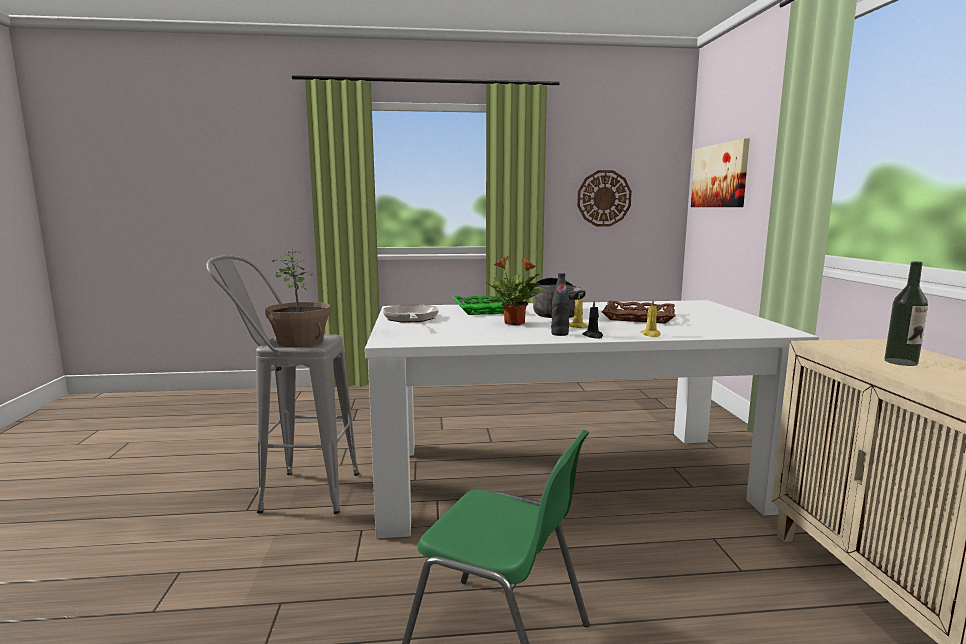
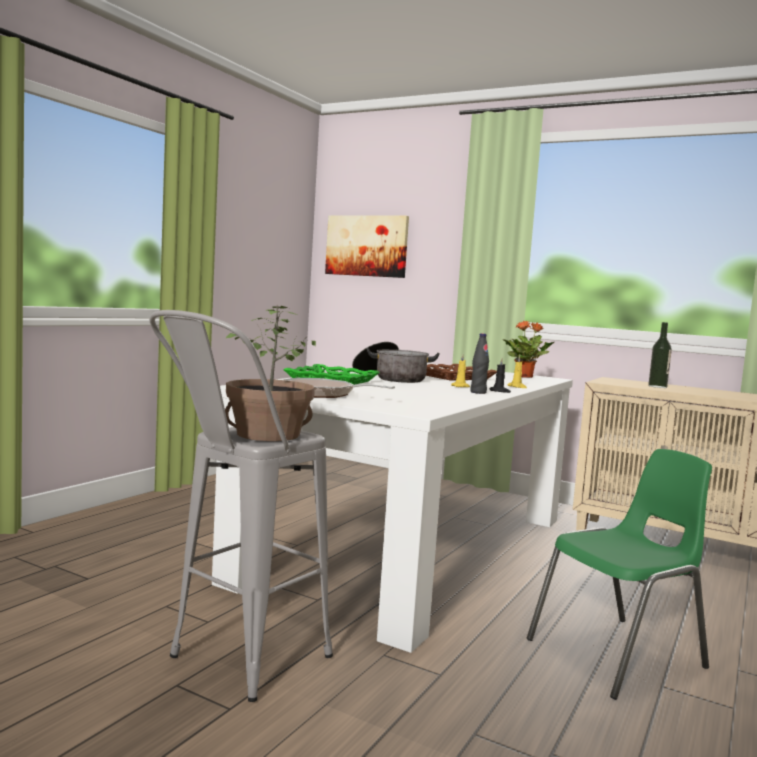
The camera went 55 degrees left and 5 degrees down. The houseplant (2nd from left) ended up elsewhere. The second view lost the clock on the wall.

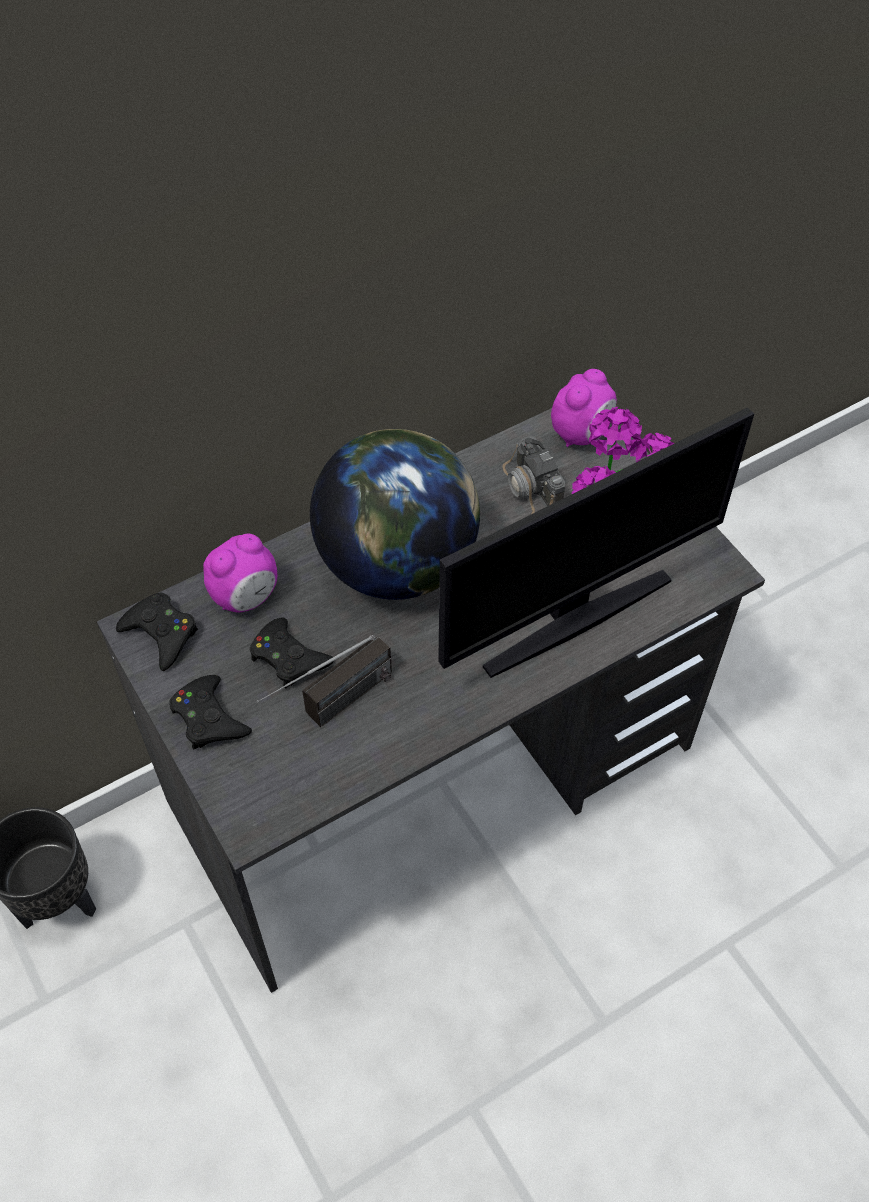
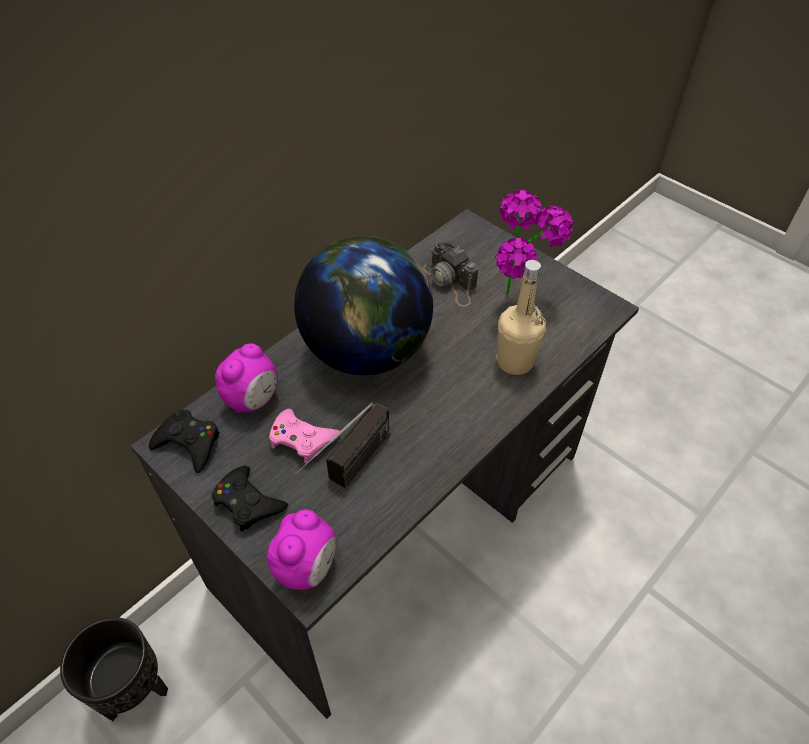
The camera went 15 degrees left and 5 degrees down. The bedside clock (2nd from left) ended up elsewhere. What was the black game controller (3rd from left) turned into the pink-coloured game controller. Where the computer display stood, the sand-coloured drink bottle came to stand.

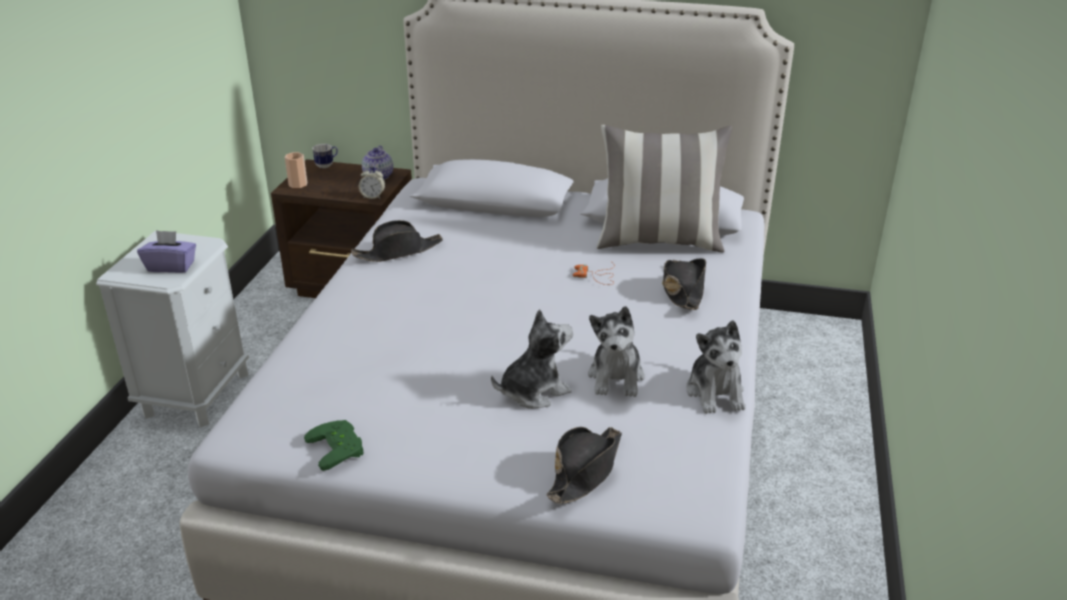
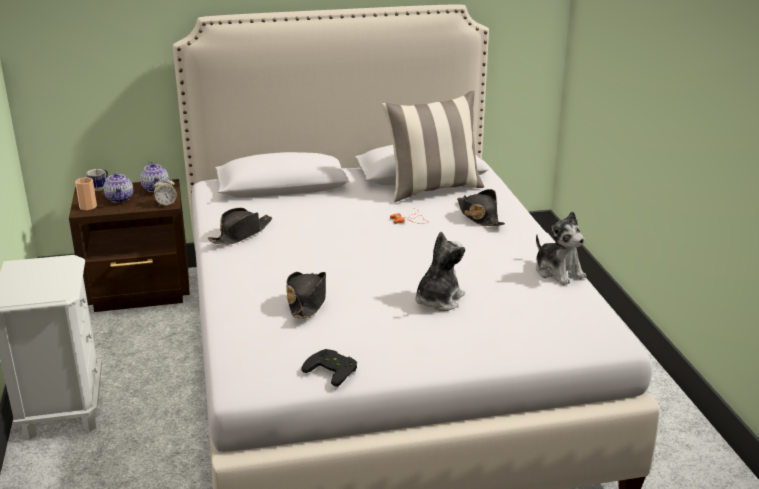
The camera went 25 degrees left and 5 degrees down. The second view gained the tea pot (1st from left). The black wearable hat (2nd from left) ended up elsewhere. What was the greenish game controller turned into the black game controller. The second view lost the purple-coloured tissue box. The second view lost the cuddly toy (2nd from left).

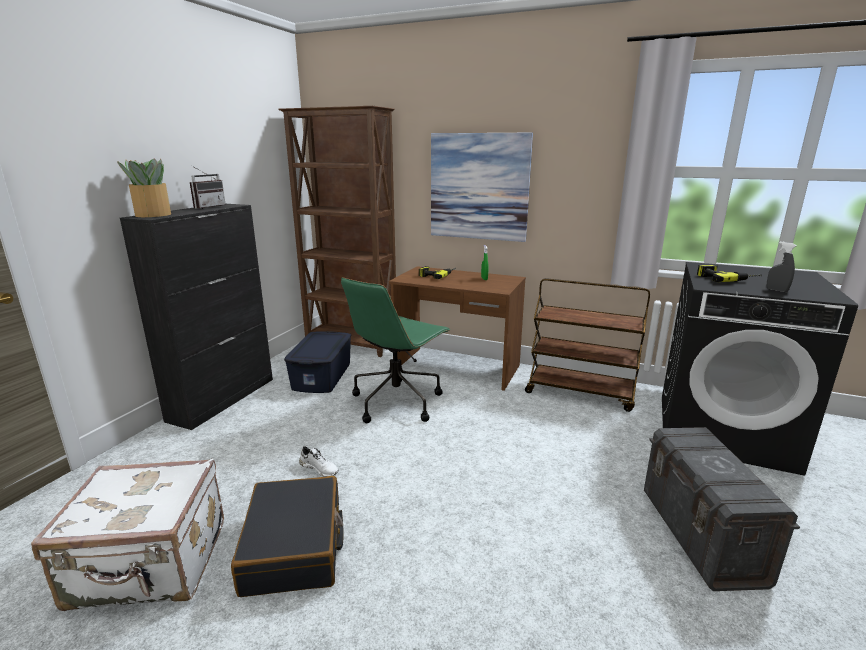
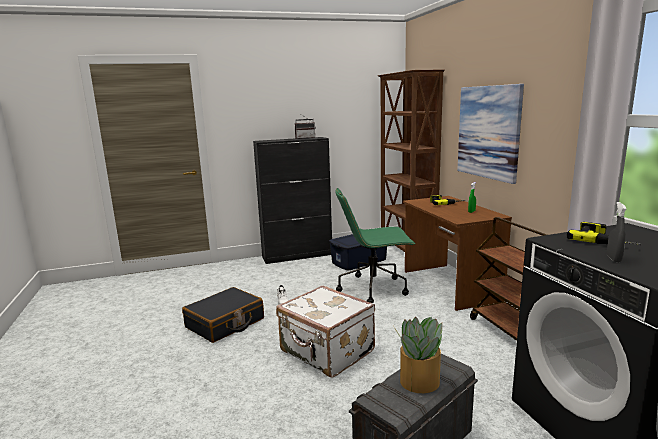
The camera went 50 degrees right and 5 degrees down. The whitish suitcase ended up elsewhere. The houseplant ended up elsewhere.

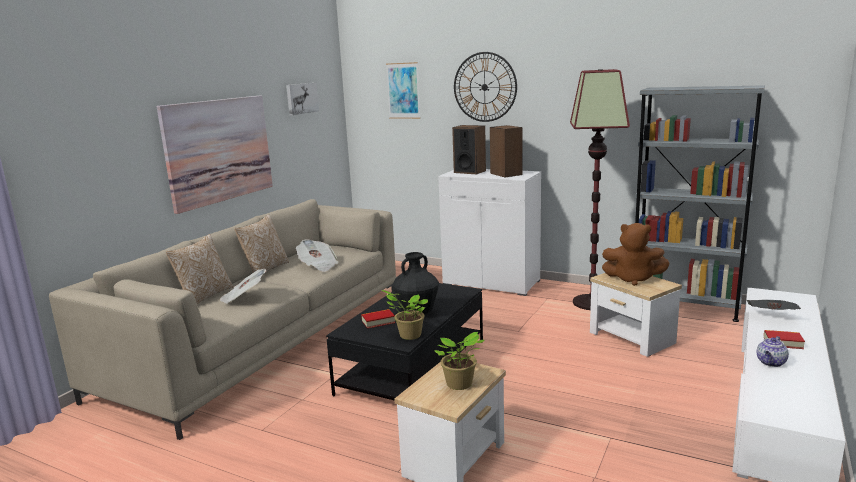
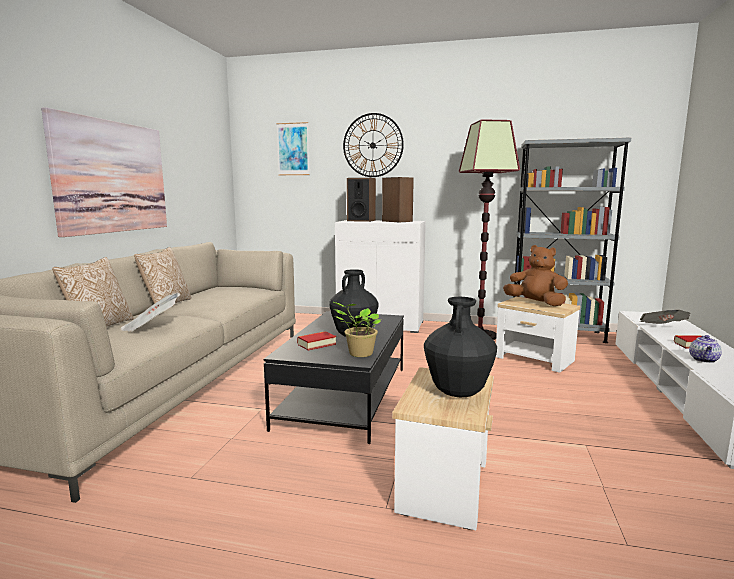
The camera went 15 degrees left and 5 degrees down. Where the houseplant (2nd from left) stood, the black flower vase (2nd from left) came to stand. The brown-coloured cuddly toy ended up facing another way, 150 degrees counterclockwise from before. The second view lost the picture (2nd from left). The second view lost the printed paper (2nd from left).

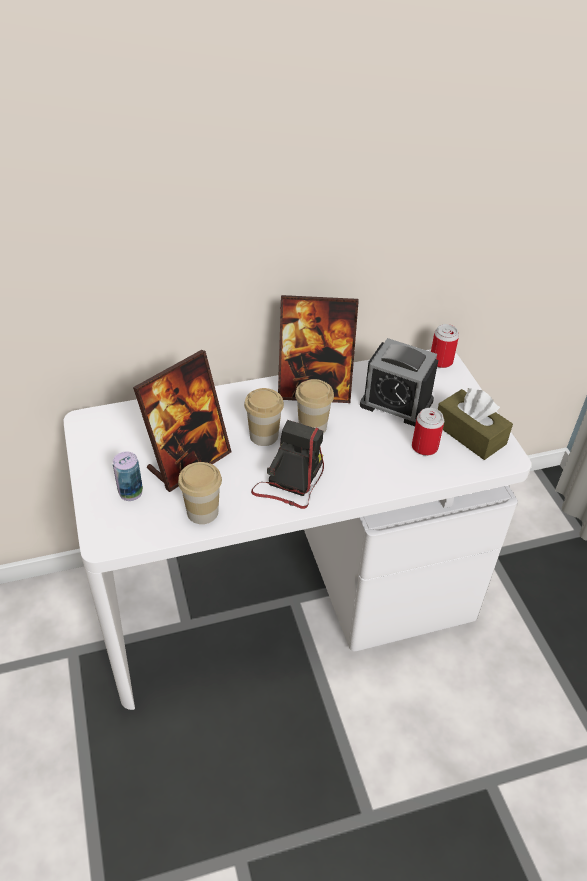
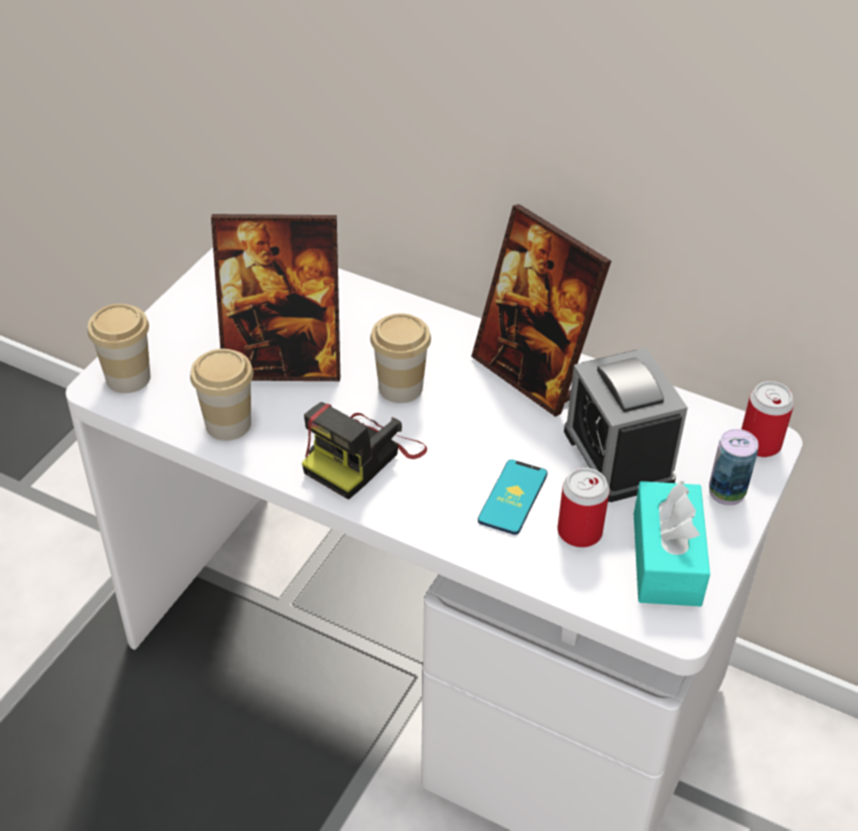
The camera went 45 degrees right and 0 degrees up. The cup (3rd from left in the first image) ended up elsewhere. The still camera ended up facing another way, 150 degrees clockwise from before. The second view gained the telephone. What was the brown-coloured tissue box turned into the turquoise tissue box. The sealed can (1st from left in the first image) ended up elsewhere.

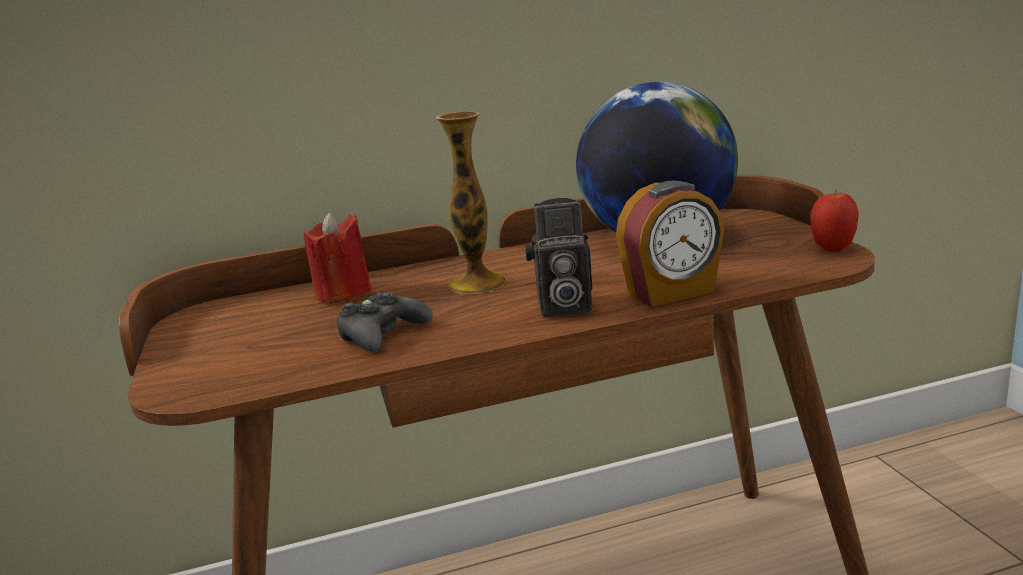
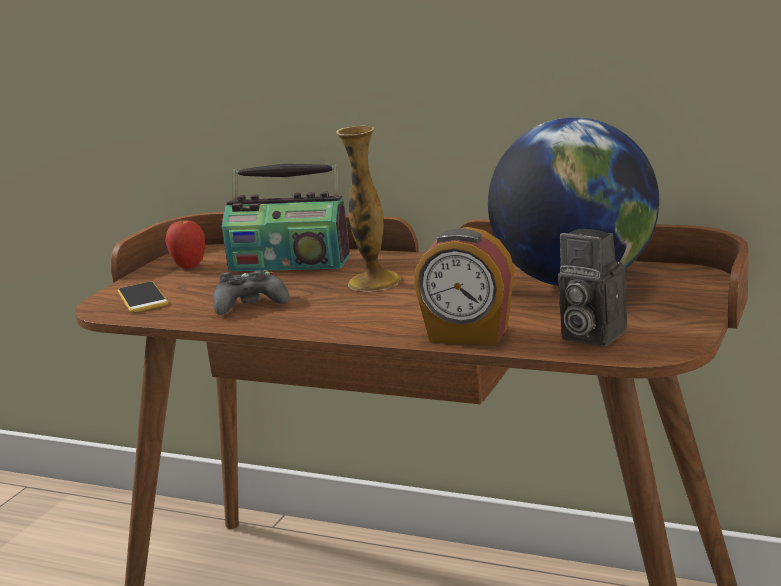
The camera went 40 degrees right and 0 degrees up. The second view gained the telephone. The apple ended up elsewhere. Where the reddish wax candle stood, the radio set came to stand. The still camera ended up elsewhere.

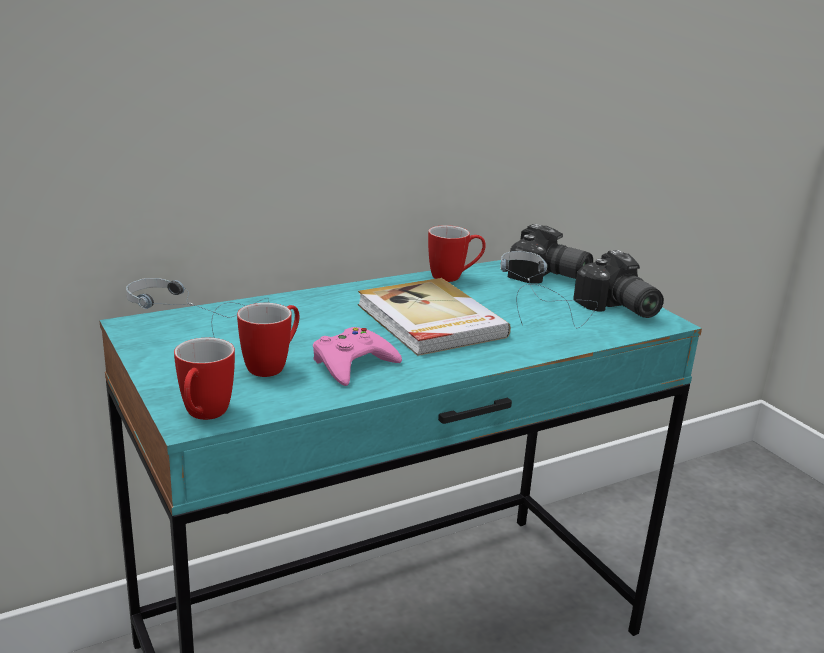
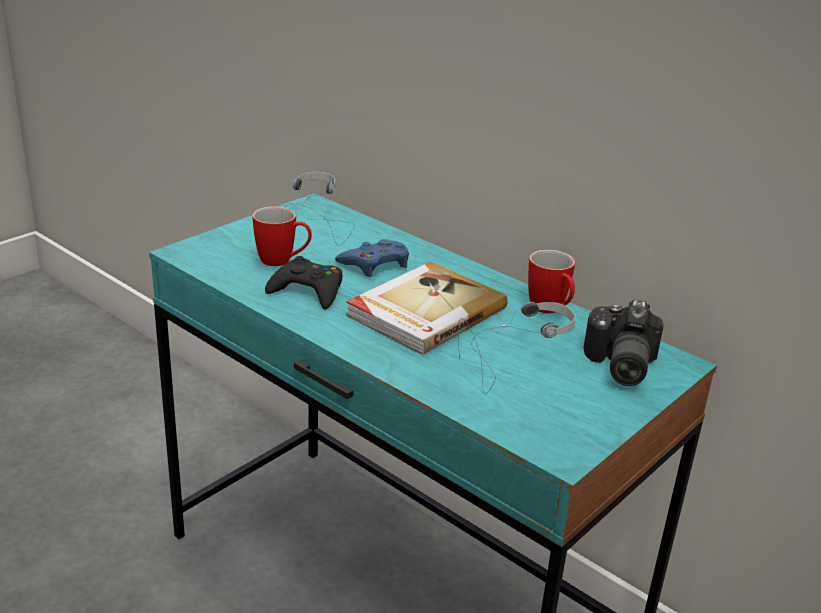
The camera went 70 degrees right and 5 degrees up. What was the pink-coloured game controller turned into the black game controller. The second view gained the blue game controller. The second view lost the mug (1st from left). The second view lost the still camera (2nd from left).

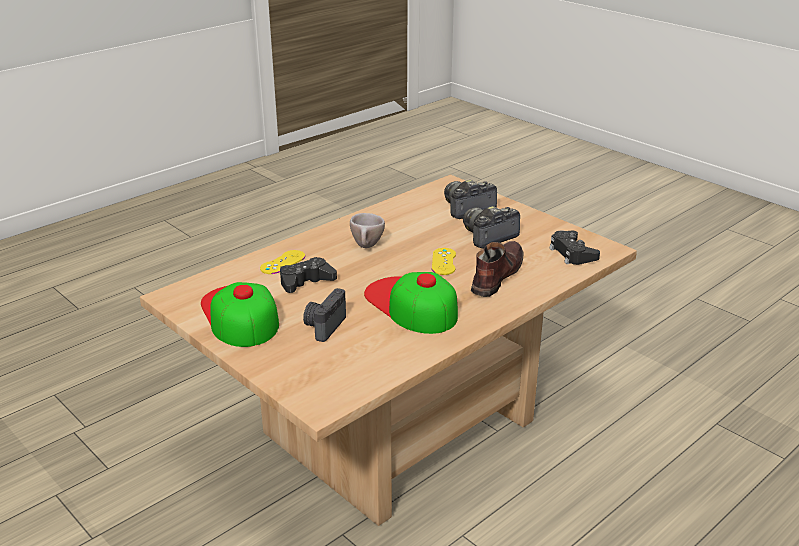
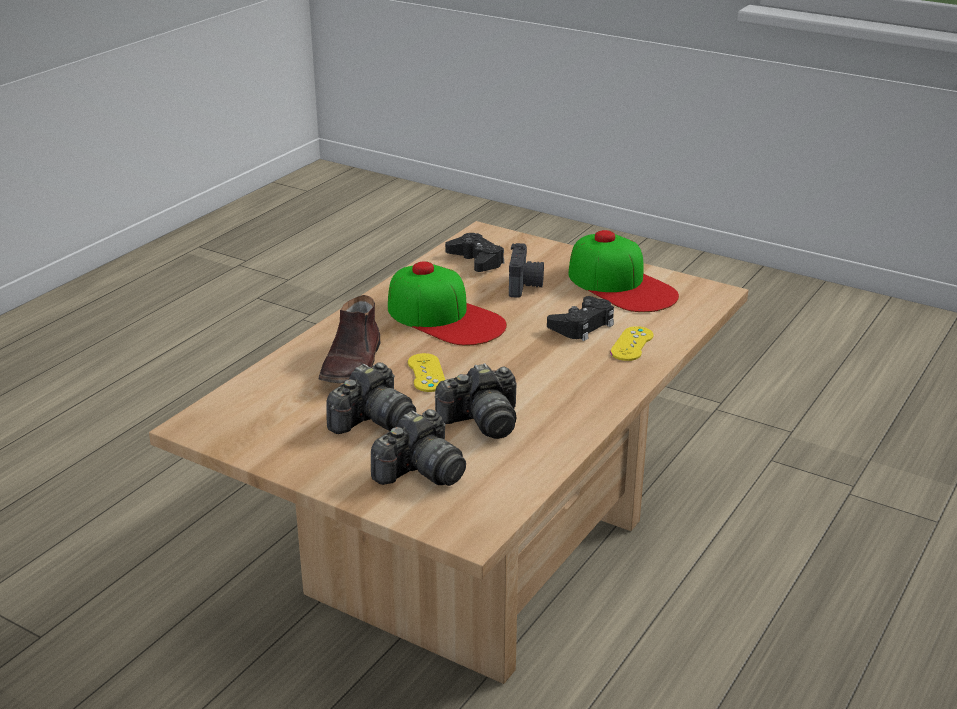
The camera went 165 degrees right and 0 degrees up. The second view gained the still camera (3rd from left). The black game controller (2nd from left in the first image) ended up elsewhere. The second view lost the sand-coloured cup.

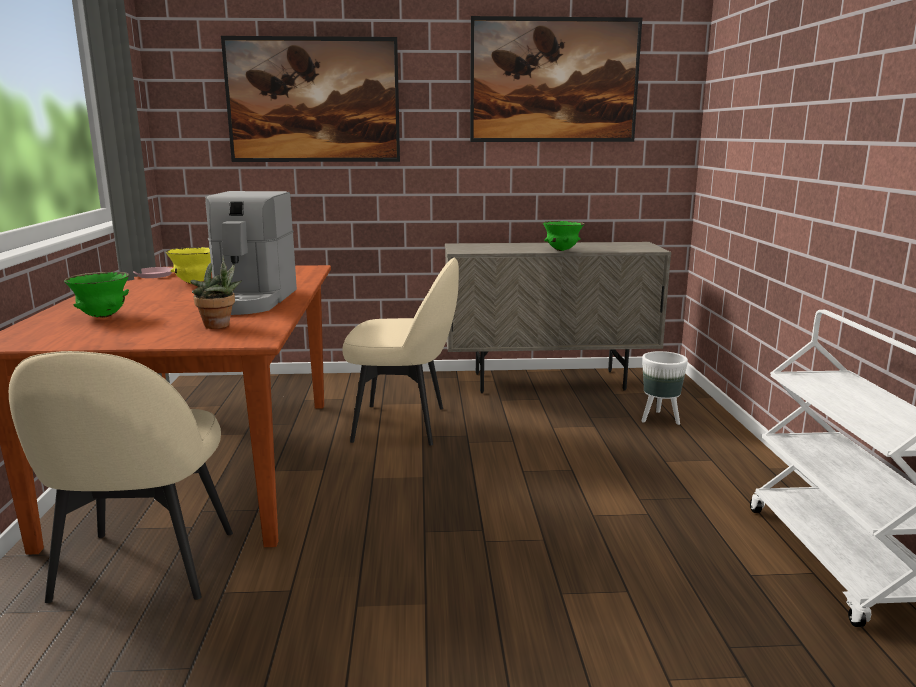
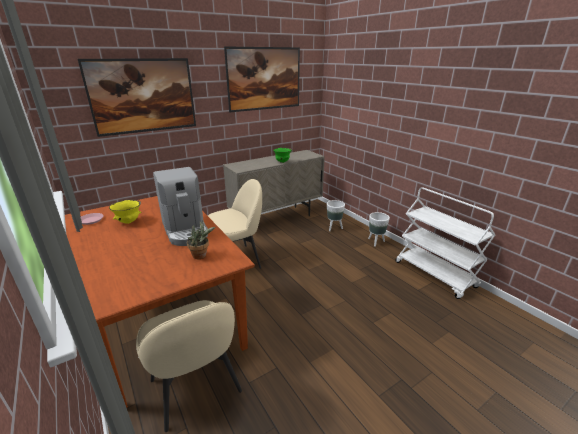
The camera went 30 degrees left and 10 degrees up. The second view gained the whitish plant pot (2nd from left). The second view lost the greenish deep dish (1st from left).

